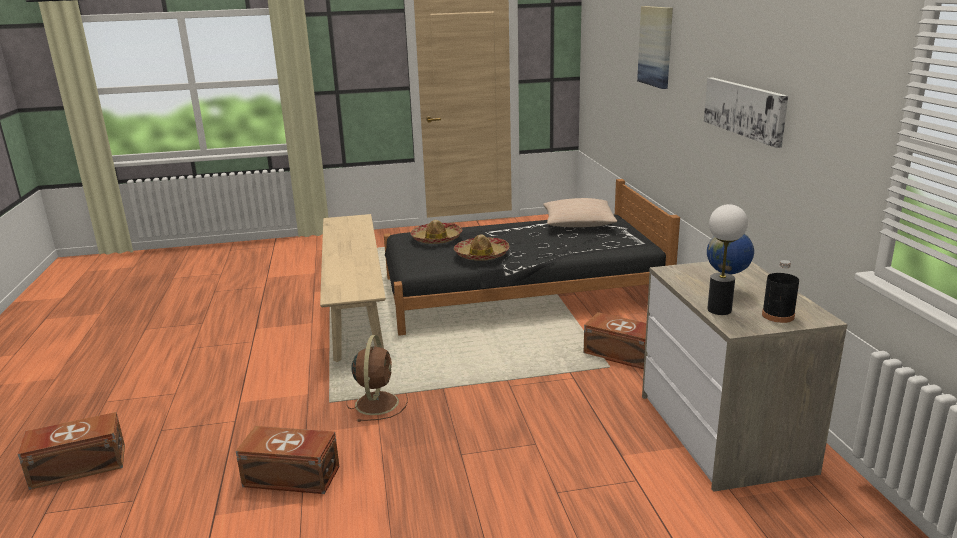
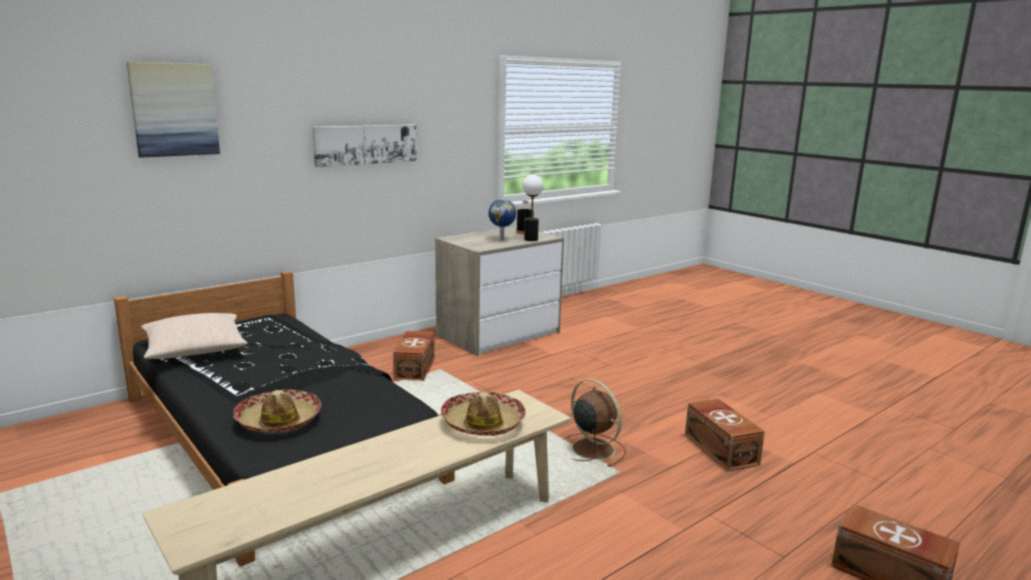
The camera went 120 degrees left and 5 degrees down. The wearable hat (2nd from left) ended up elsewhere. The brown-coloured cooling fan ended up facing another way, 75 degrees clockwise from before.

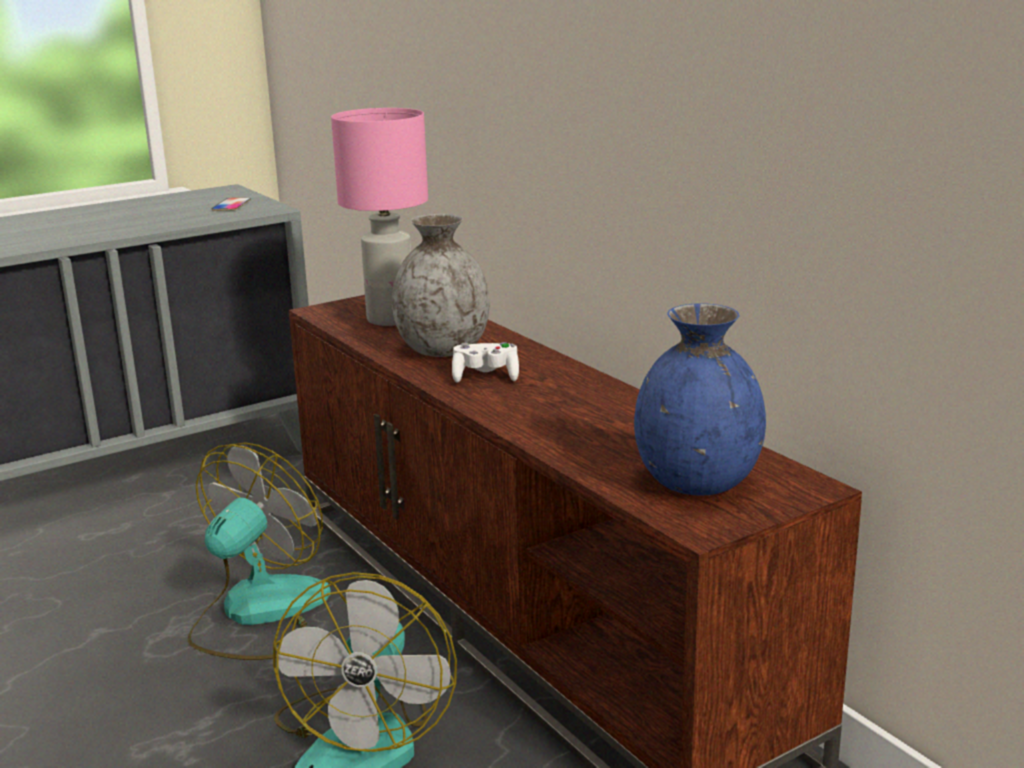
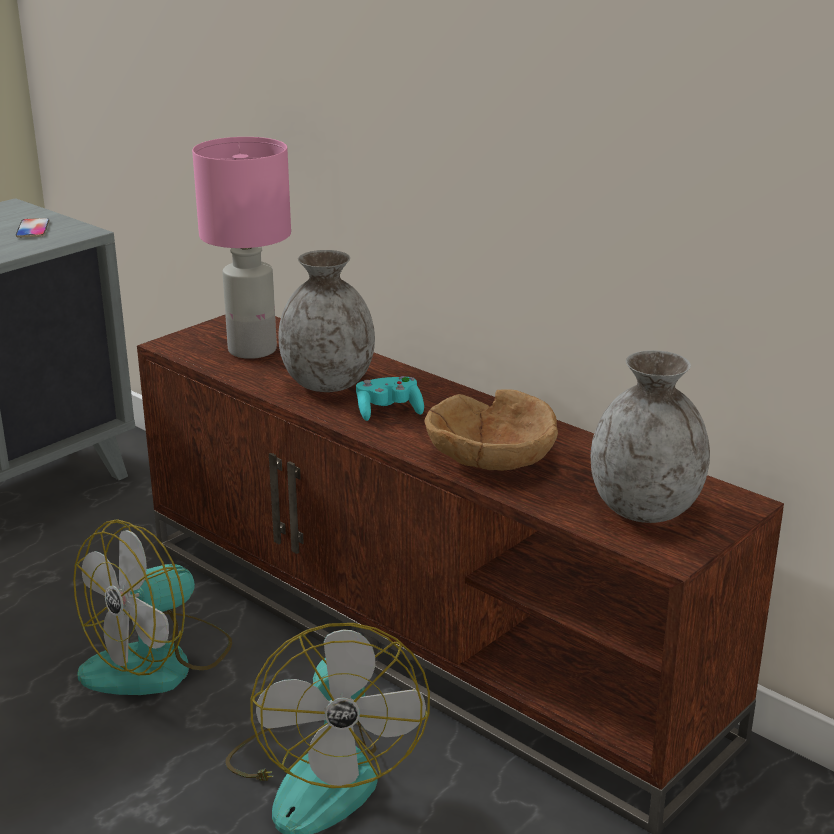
The camera went 15 degrees left and 5 degrees up. The cooling fan (1st from left) ended up facing another way, 150 degrees counterclockwise from before. What was the whitish game controller turned into the turquoise game controller. The second view gained the brown-coloured deep dish. What was the blue flower vase turned into the greyish flower vase (2nd from left).

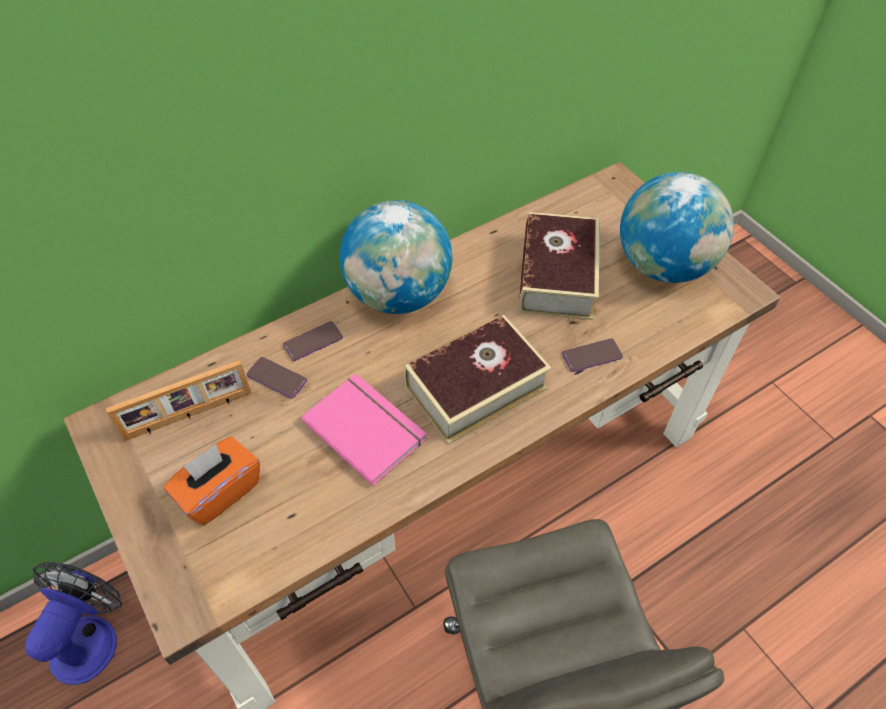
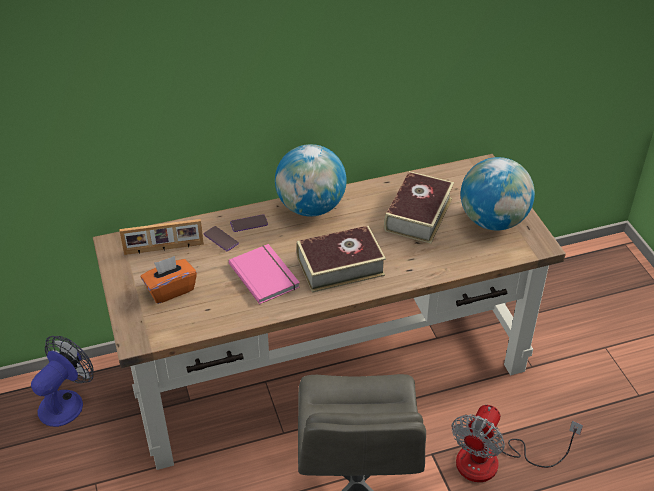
The camera went 15 degrees right and 10 degrees down. The second view gained the cooling fan (2nd from left). The second view lost the telephone (3rd from left).

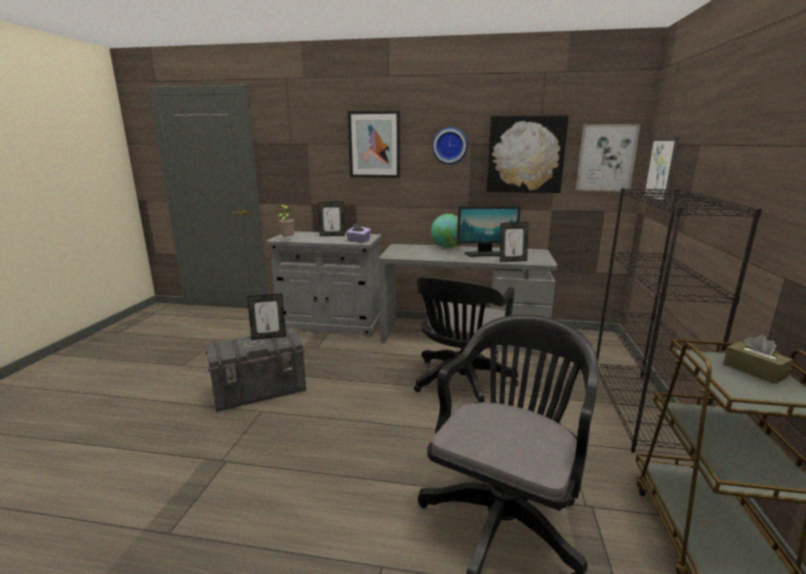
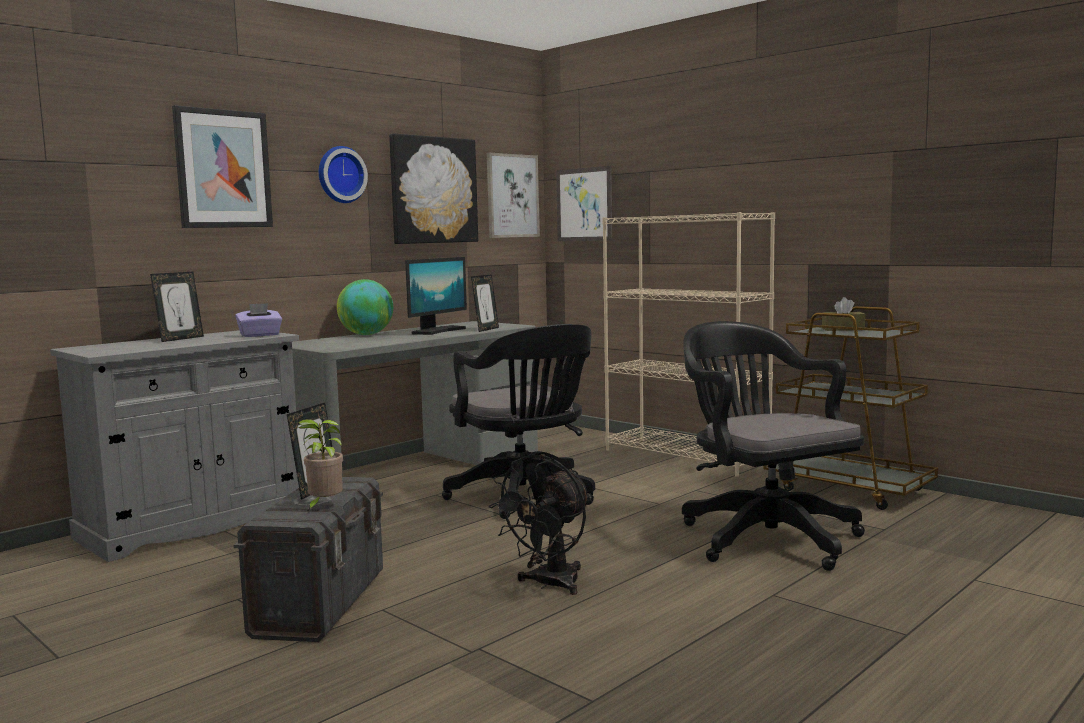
The camera went 55 degrees left and 10 degrees down. The houseplant ended up elsewhere. The second view gained the black cooling fan. What was the black bookcase turned into the sand-coloured bookcase.

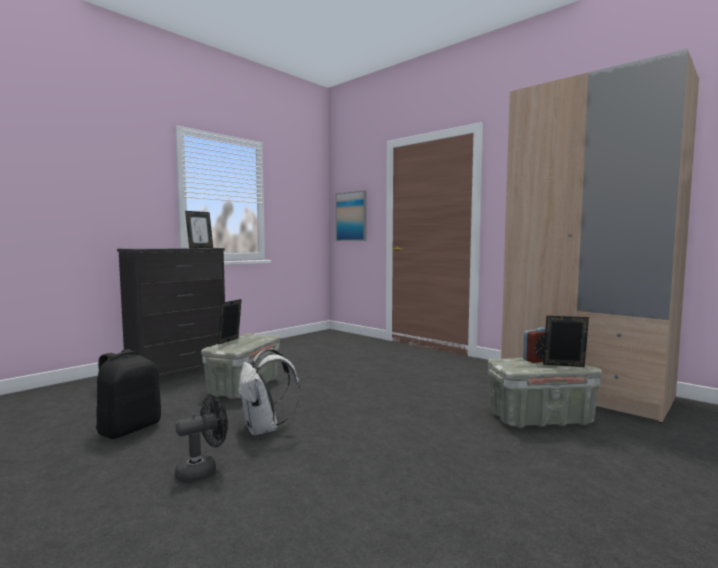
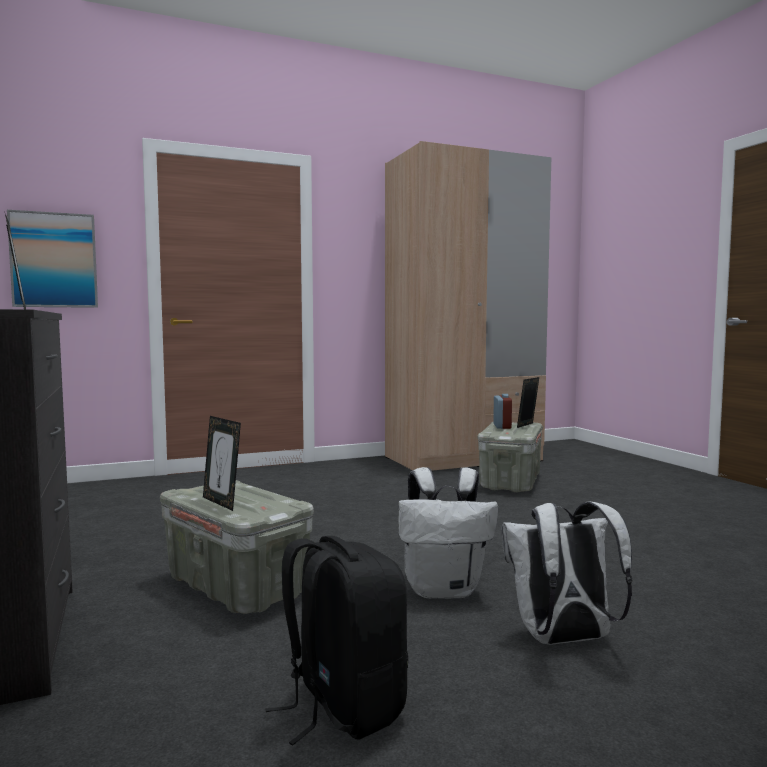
The camera went 65 degrees left and 0 degrees up. Where the black cooling fan stood, the whitish knapsack (2nd from left) came to stand.

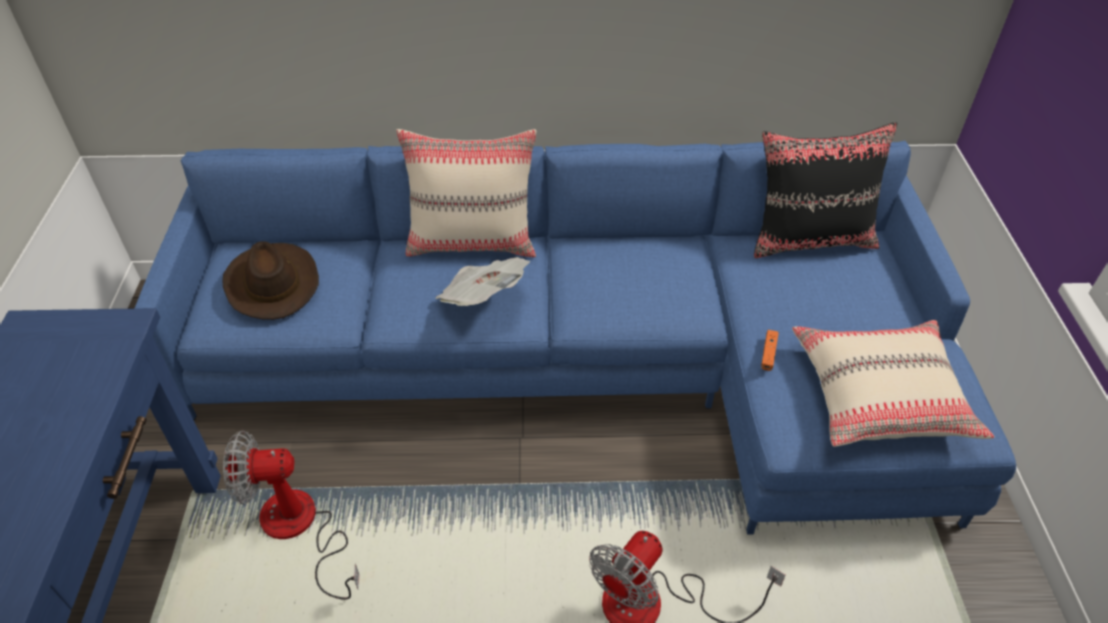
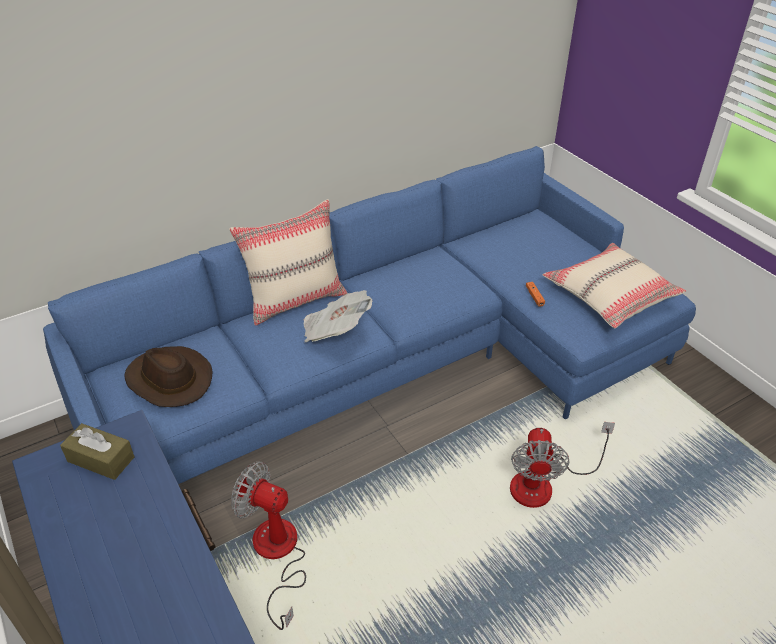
The camera went 30 degrees left and 5 degrees down. The second view gained the brown-coloured tissue box. The cooling fan (1st from left) ended up facing another way, 60 degrees clockwise from before. The second view lost the black pillow.

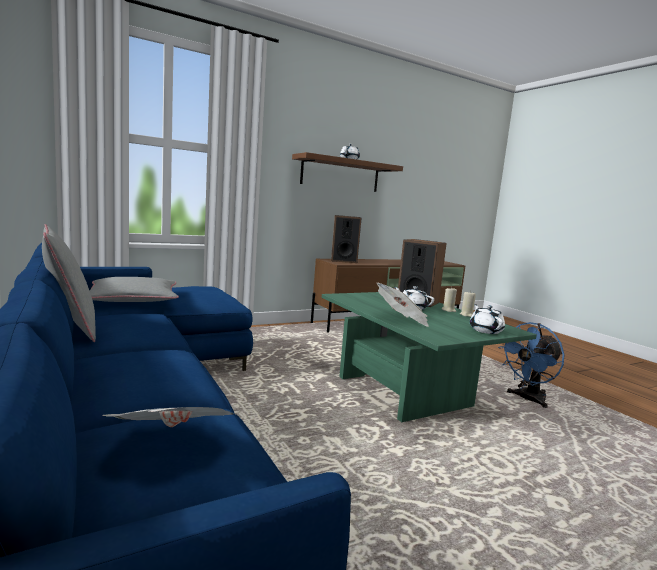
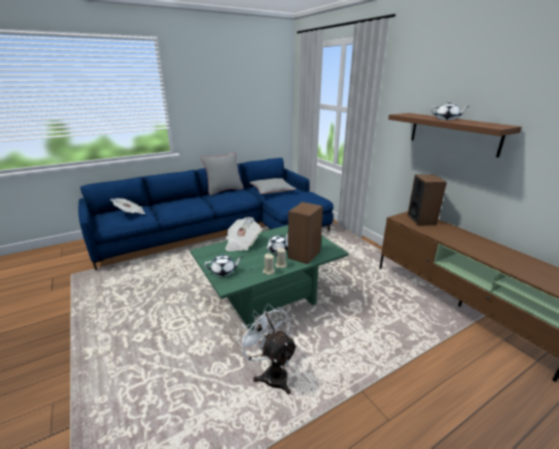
The camera went 90 degrees right and 15 degrees up. What was the blue cooling fan turned into the whitish cooling fan.

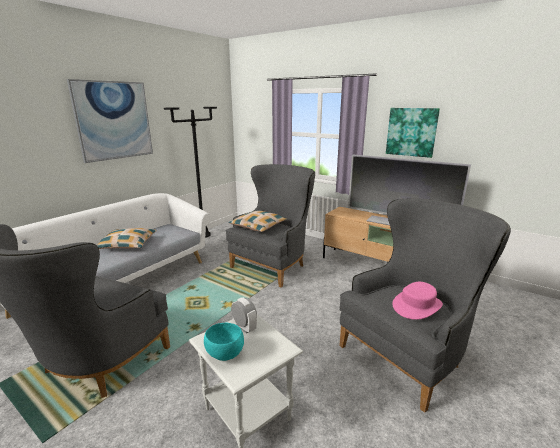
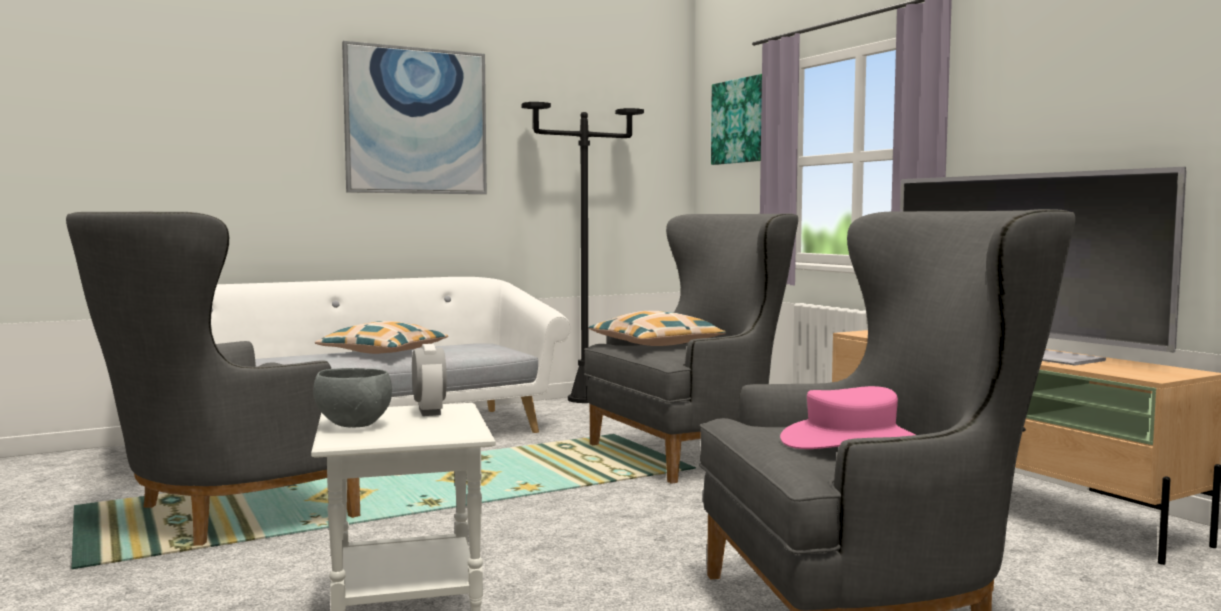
The camera went 25 degrees right and 15 degrees down. What was the turquoise deep dish turned into the greyish deep dish. The picture (2nd from left) ended up elsewhere.

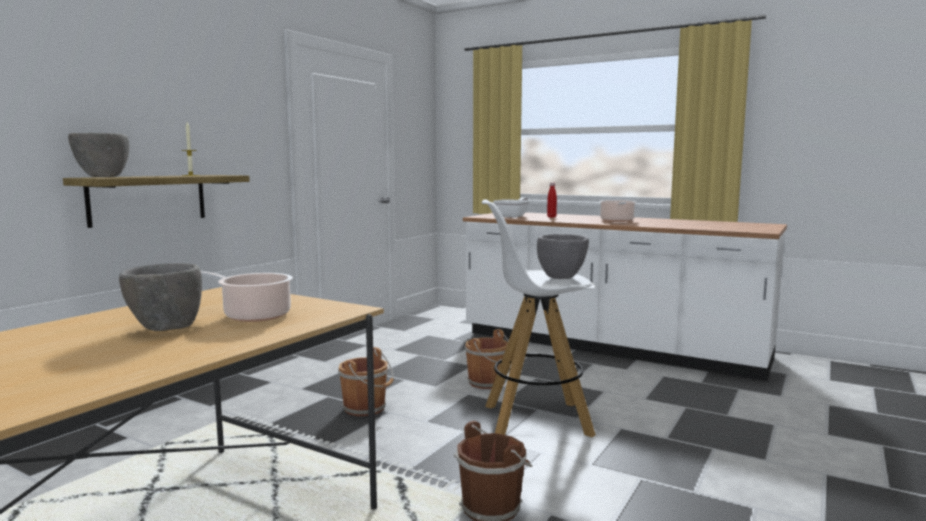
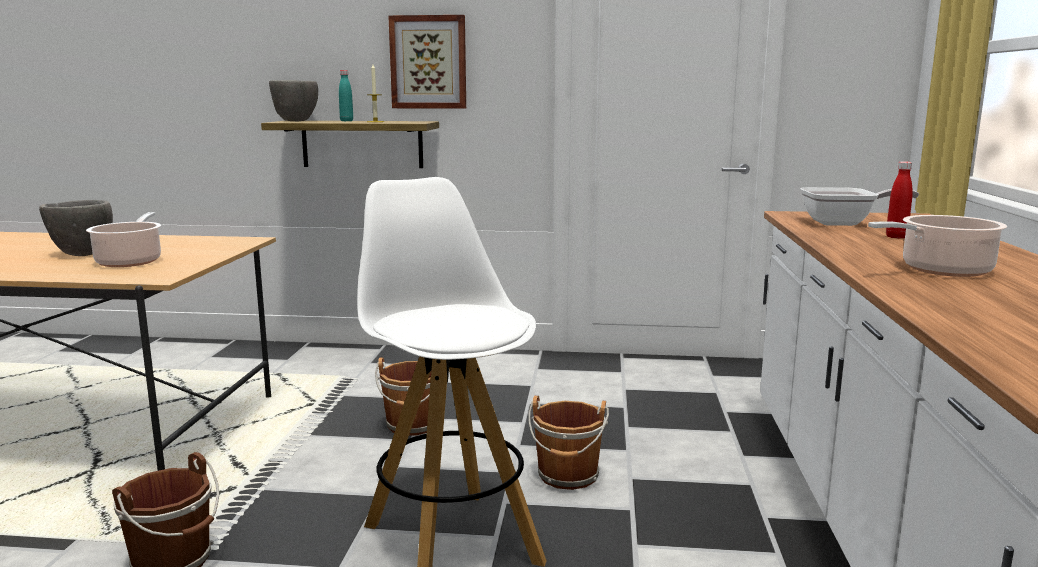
The camera went 65 degrees right and 5 degrees up. The second view gained the turquoise drink bottle. The second view gained the picture. The second view lost the greyish deep dish (3rd from left).

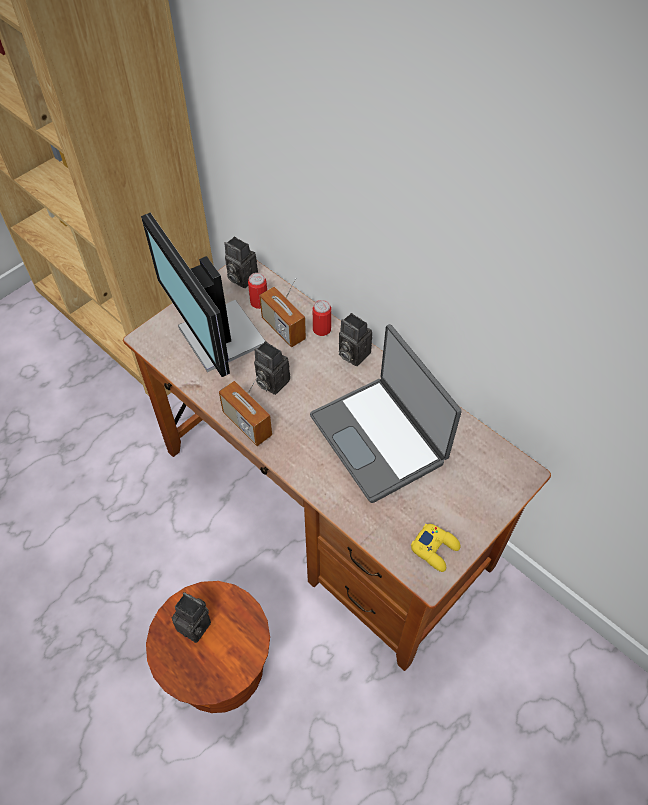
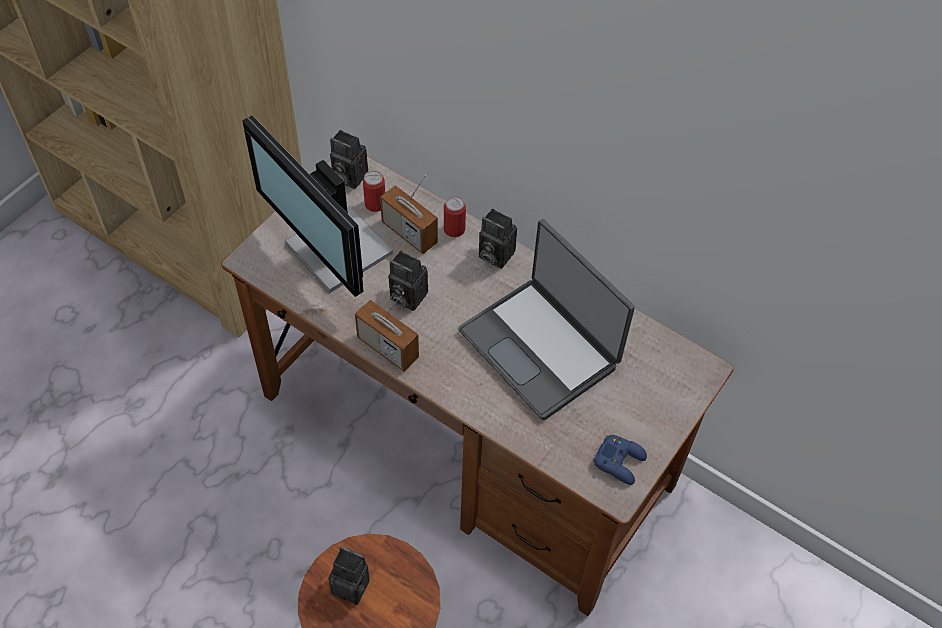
The camera went 10 degrees left and 0 degrees up. What was the yellow game controller turned into the blue game controller.

